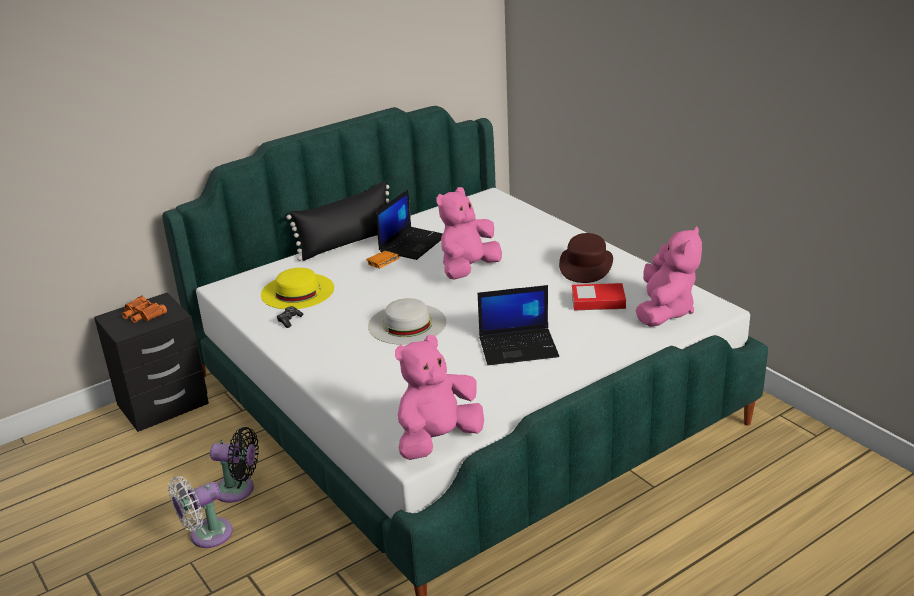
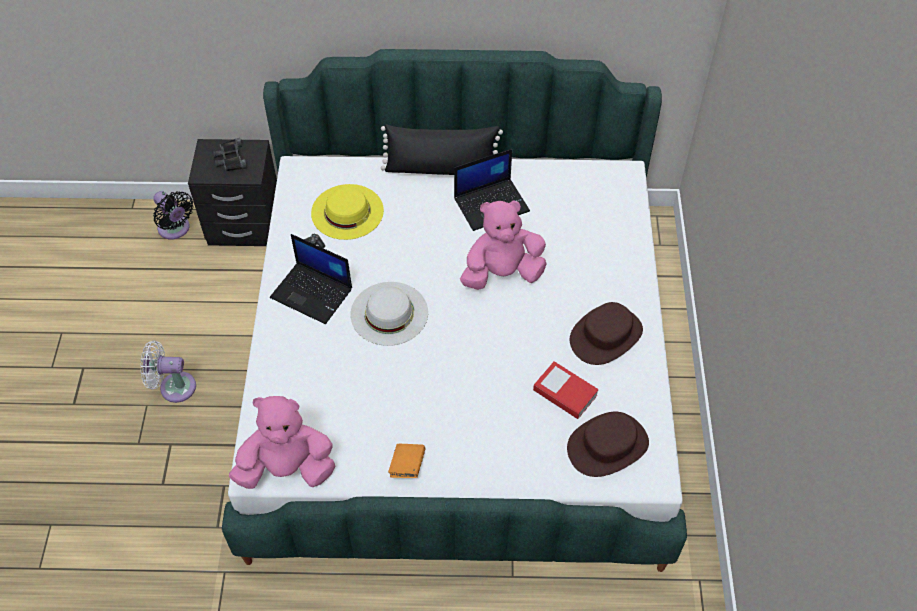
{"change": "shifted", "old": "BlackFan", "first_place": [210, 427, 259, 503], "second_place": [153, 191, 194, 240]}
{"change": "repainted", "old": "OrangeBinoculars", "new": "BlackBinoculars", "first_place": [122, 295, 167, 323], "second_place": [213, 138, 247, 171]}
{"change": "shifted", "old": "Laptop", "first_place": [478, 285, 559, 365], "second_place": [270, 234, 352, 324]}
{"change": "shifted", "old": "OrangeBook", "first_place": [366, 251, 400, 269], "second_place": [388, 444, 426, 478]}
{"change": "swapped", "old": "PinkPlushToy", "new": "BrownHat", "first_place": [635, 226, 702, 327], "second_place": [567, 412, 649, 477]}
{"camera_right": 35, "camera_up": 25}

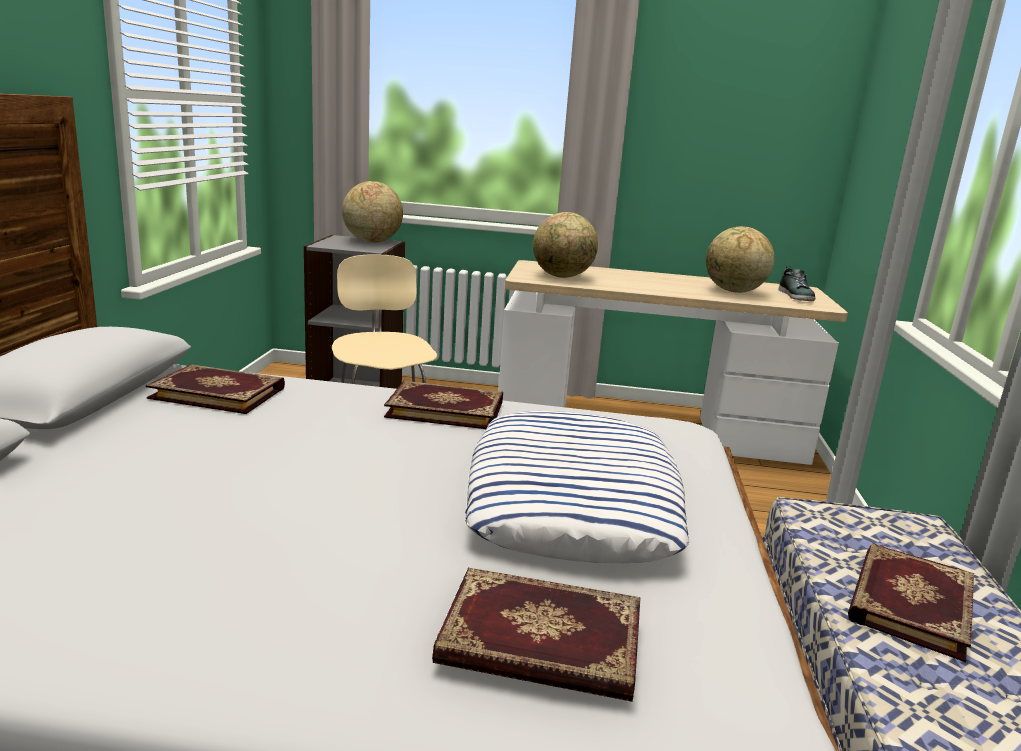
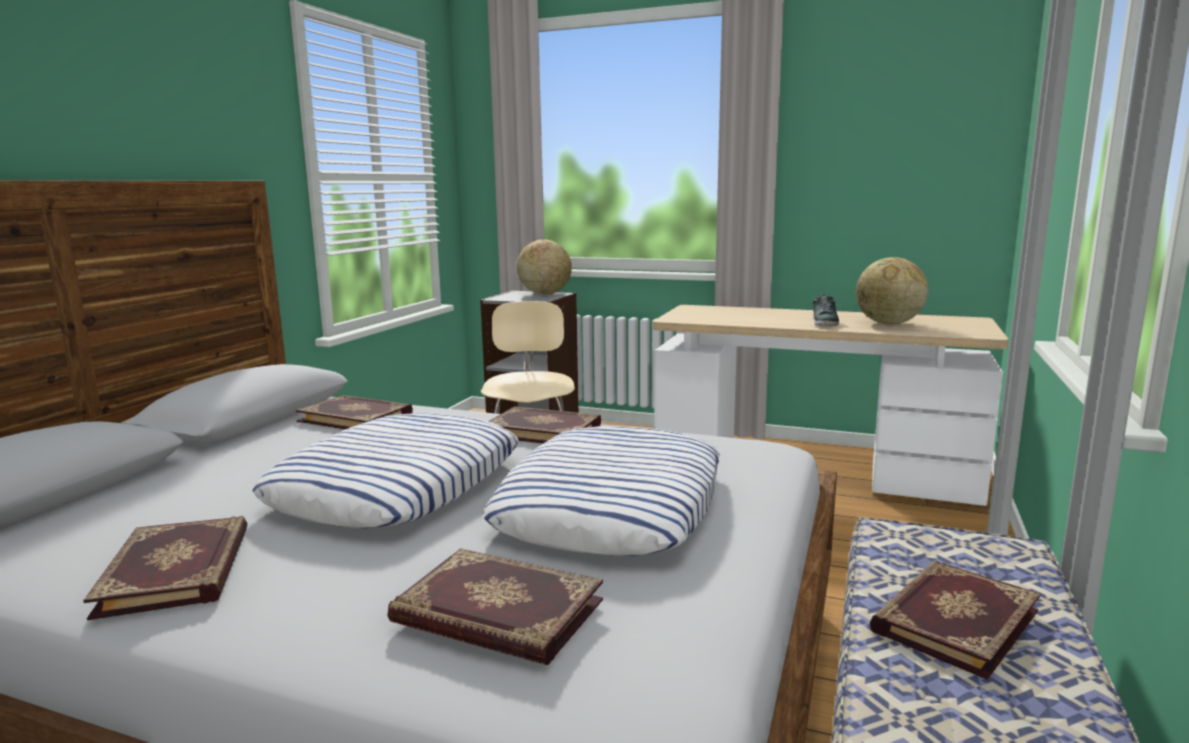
{"change": "new", "new": "Book", "second_place": [83, 516, 248, 620]}
{"change": "new", "new": "Pillow", "second_place": [252, 413, 519, 529]}
{"change": "shifted", "old": "Shoe", "first_place": [778, 266, 815, 301], "second_place": [813, 294, 839, 326]}
{"change": "gone", "old": "Globe", "first_place": [533, 212, 598, 278]}
{"camera_right": 15, "camera_up": -5}

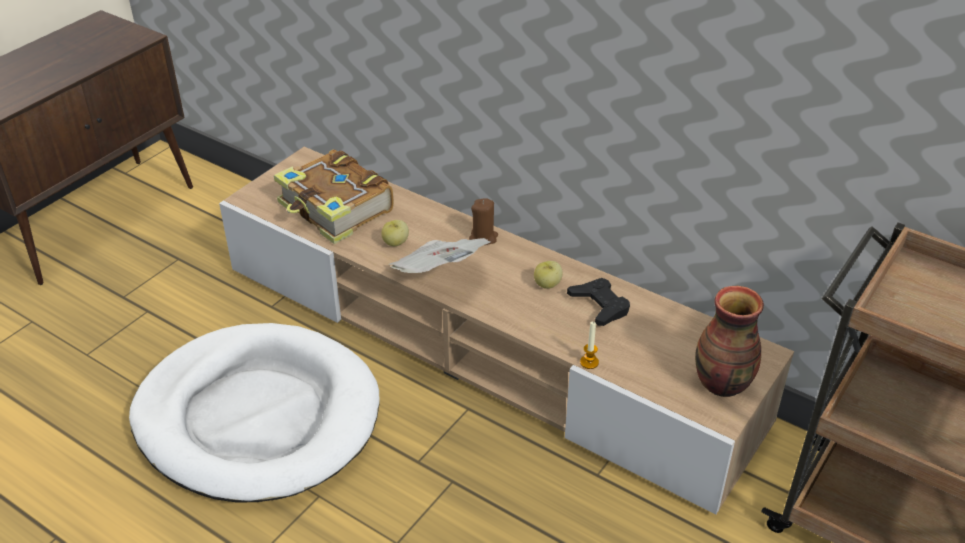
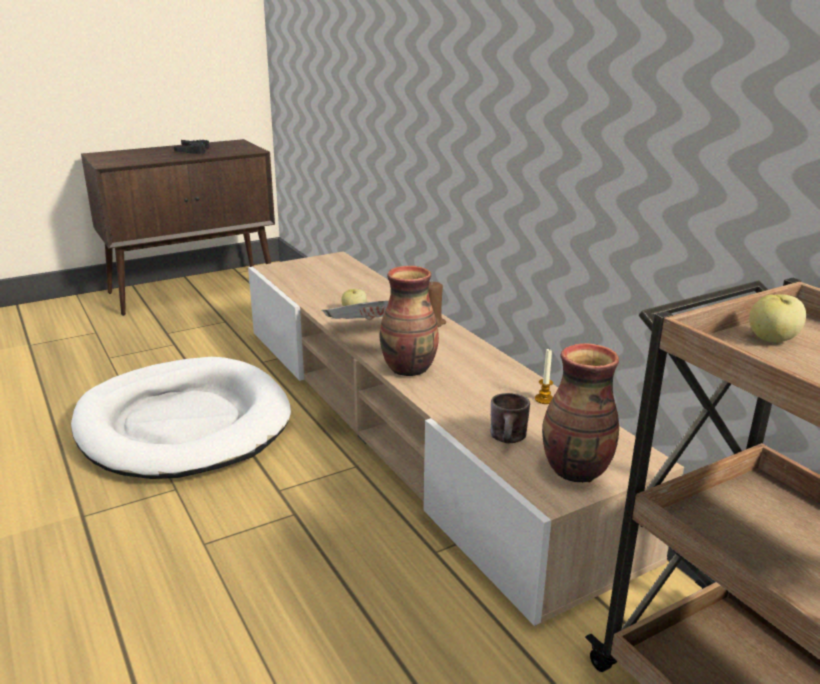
{"change": "shifted", "old": "BlackGameController", "first_place": [567, 278, 630, 326], "second_place": [174, 140, 209, 154]}
{"change": "new", "new": "Vase", "second_place": [380, 266, 439, 376]}
{"change": "new", "new": "BrownMug", "second_place": [490, 393, 530, 443]}
{"change": "shifted", "old": "Candle", "first_place": [580, 322, 599, 369], "second_place": [535, 349, 553, 404]}
{"change": "shifted", "old": "Apple", "first_place": [534, 261, 563, 289], "second_place": [749, 294, 806, 342]}
{"change": "gone", "old": "Book", "first_place": [274, 149, 394, 244]}
{"camera_right": 25, "camera_up": -15}

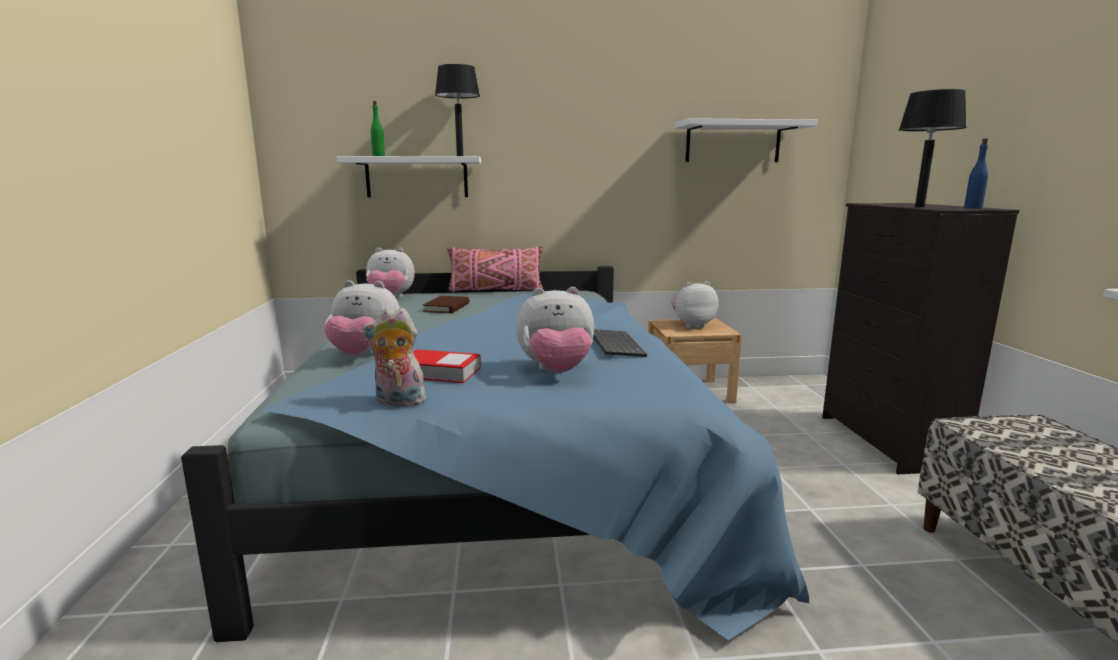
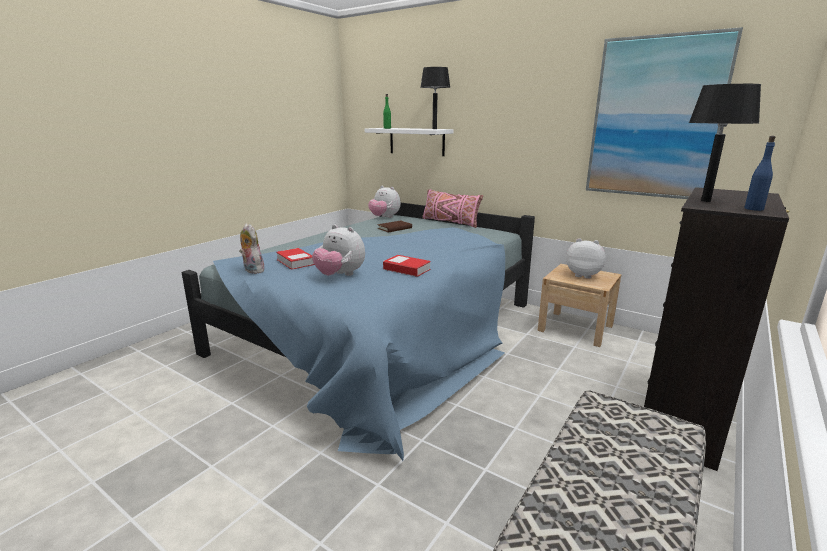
{"change": "swapped", "old": "Keyboard", "new": "Book", "first_place": [593, 329, 647, 357], "second_place": [383, 255, 431, 277]}
{"change": "swapped", "old": "WhiteShelf", "new": "Picture", "first_place": [674, 118, 818, 162], "second_place": [586, 27, 743, 199]}
{"change": "gone", "old": "PlushToy", "first_place": [324, 280, 400, 355]}
{"camera_right": 40, "camera_up": 5}

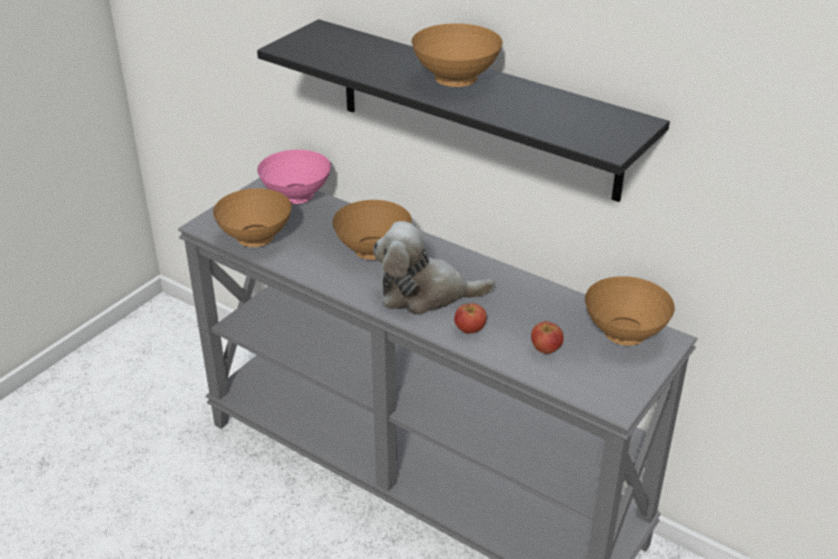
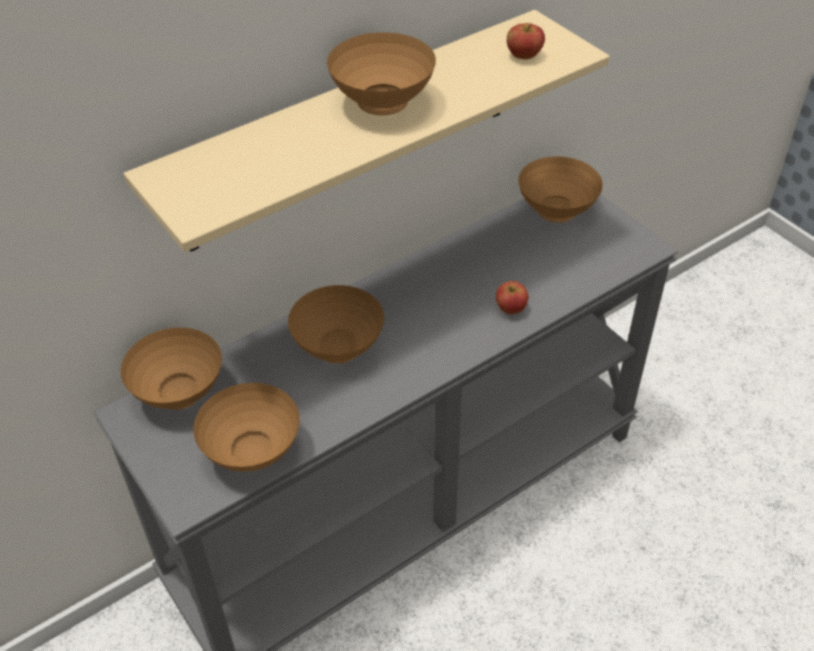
{"change": "repainted", "old": "PinkBowl", "new": "BrownBowl", "first_place": [257, 150, 331, 204], "second_place": [121, 327, 222, 410]}
{"change": "repainted", "old": "BlackShelf", "new": "BeigeShelf", "first_place": [257, 19, 670, 202], "second_place": [123, 10, 610, 252]}
{"change": "shifted", "old": "Apple", "first_place": [531, 321, 564, 354], "second_place": [507, 23, 545, 59]}
{"change": "gone", "old": "PlushToy", "first_place": [373, 221, 495, 315]}
{"camera_right": -70, "camera_up": 10}

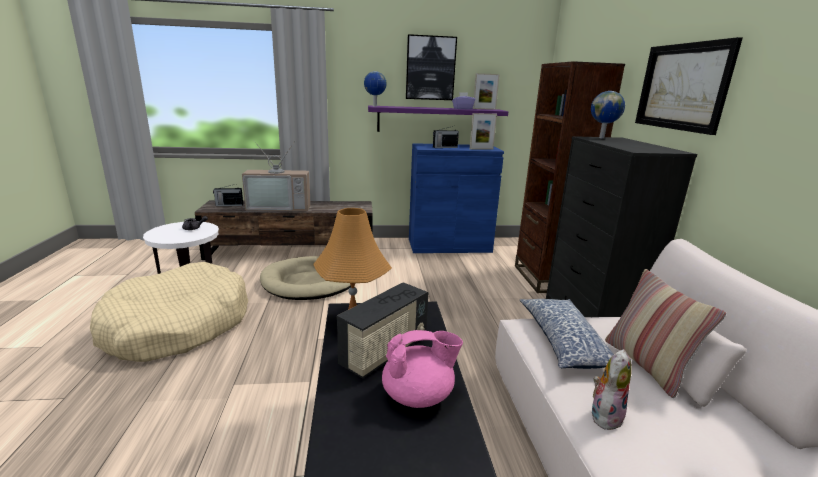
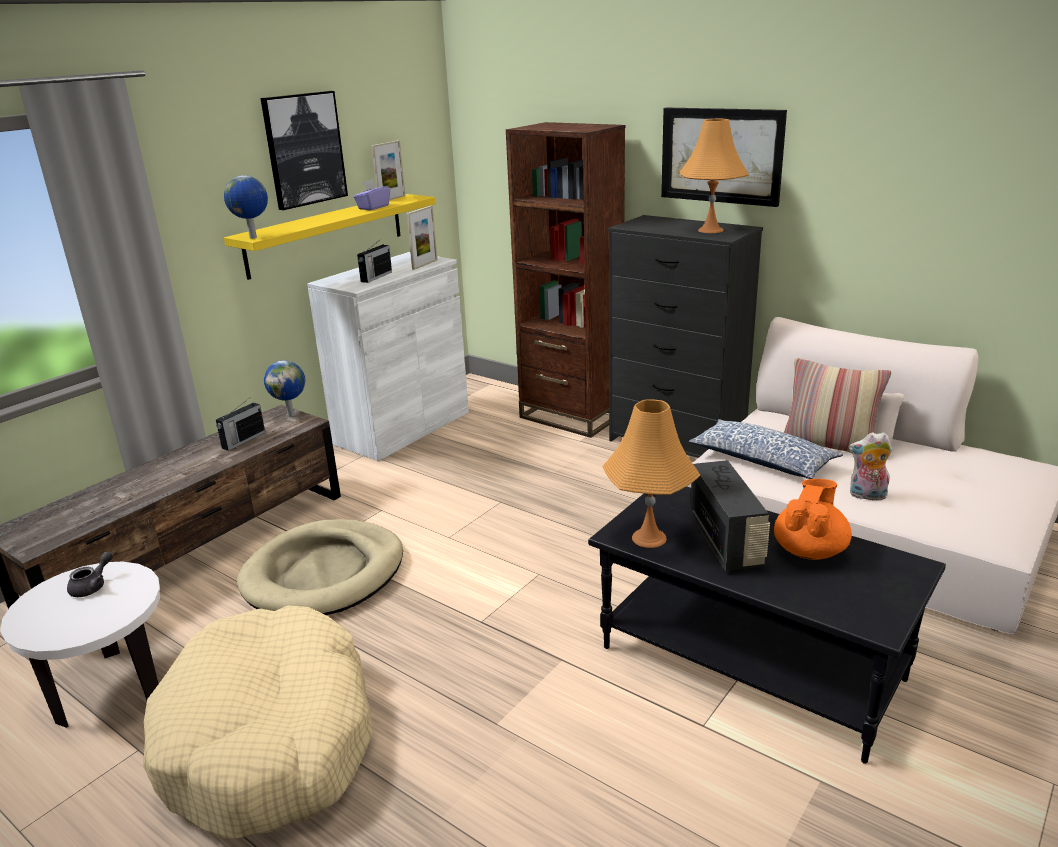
{"change": "shifted", "old": "Radio", "first_place": [213, 184, 243, 206], "second_place": [216, 399, 265, 451]}
{"change": "repainted", "old": "PurpleShelf", "new": "YellowShelf", "first_place": [368, 106, 509, 132], "second_place": [224, 194, 436, 280]}
{"change": "shifted", "old": "Globe", "first_place": [591, 91, 625, 138], "second_place": [264, 360, 305, 417]}
{"change": "repainted", "old": "BlueCabinet", "new": "WhiteCabinet", "first_place": [409, 143, 504, 253], "second_place": [307, 252, 469, 461]}
{"change": "new", "new": "OrangeTableLamp", "second_place": [679, 119, 749, 233]}
{"change": "repainted", "old": "PinkTeapot", "new": "OrangeTeapot", "first_place": [382, 330, 463, 408], "second_place": [774, 479, 852, 560]}
{"change": "rotated", "old": "PlushToy", "first_place": [592, 349, 632, 430], "second_place": [849, 432, 892, 500], "degrees": -75}
{"change": "gone", "old": "Television", "first_place": [242, 140, 311, 211]}
{"camera_right": -45, "camera_up": 5}

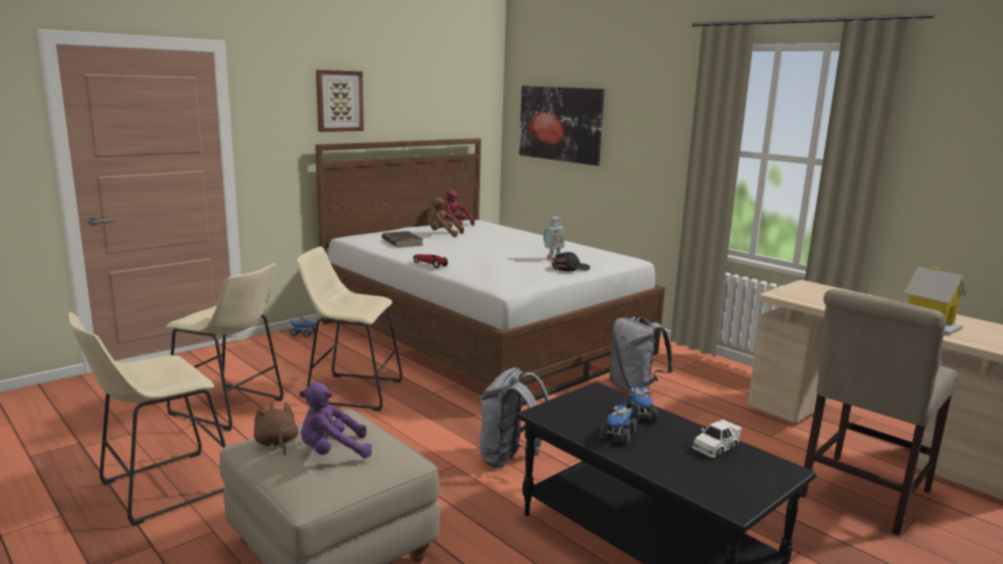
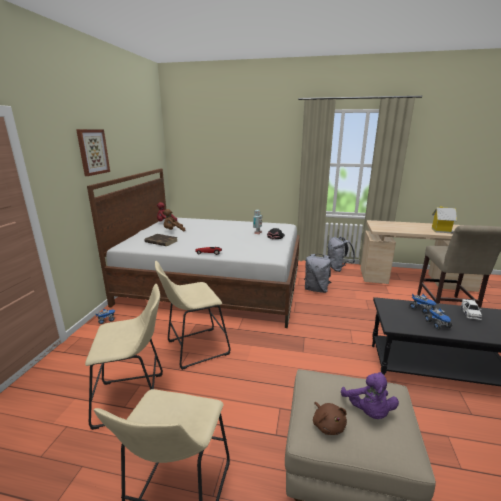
{"change": "rotated", "old": "BrownPlushToy", "first_place": [254, 402, 299, 455], "second_place": [313, 402, 347, 435], "degrees": -135}
{"change": "shifted", "old": "GreyBackpack", "first_place": [480, 367, 550, 468], "second_place": [327, 237, 355, 272]}
{"change": "rotated", "old": "PurplePlushToy", "first_place": [299, 382, 372, 458], "second_place": [341, 372, 399, 419], "degrees": -45}
{"change": "gone", "old": "Picture", "first_place": [519, 86, 605, 166]}
{"camera_right": -35, "camera_up": 5}

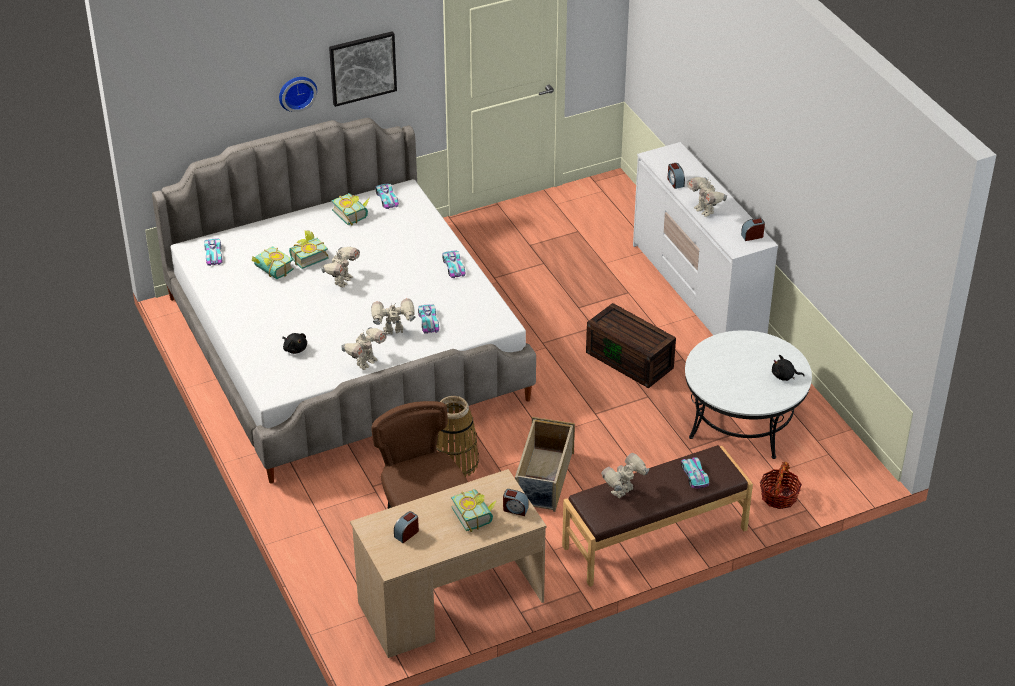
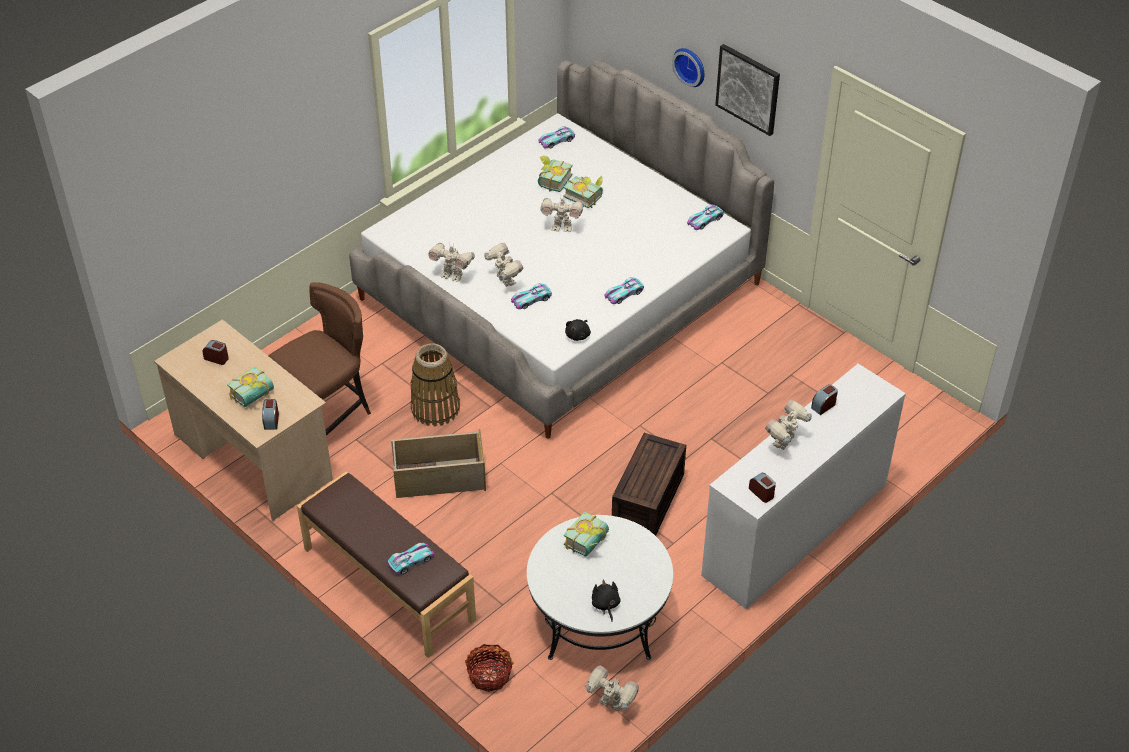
{"change": "shifted", "old": "Book", "first_place": [331, 193, 369, 226], "second_place": [564, 511, 609, 557]}
{"change": "shifted", "old": "BlackPlushToy", "first_place": [282, 333, 307, 354], "second_place": [565, 319, 591, 341]}
{"change": "shifted", "old": "ToyRobot", "first_place": [601, 453, 649, 498], "second_place": [585, 665, 639, 712]}
{"camera_right": 70, "camera_up": 5}

